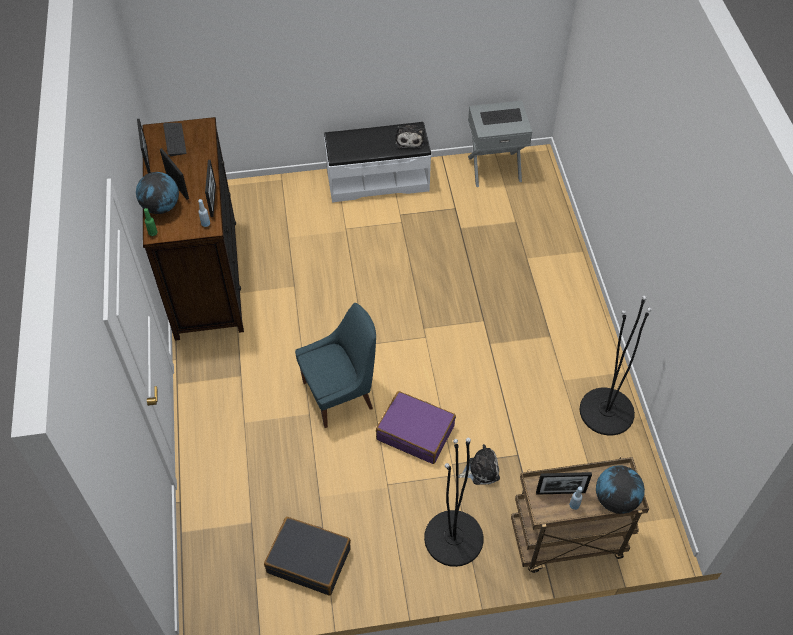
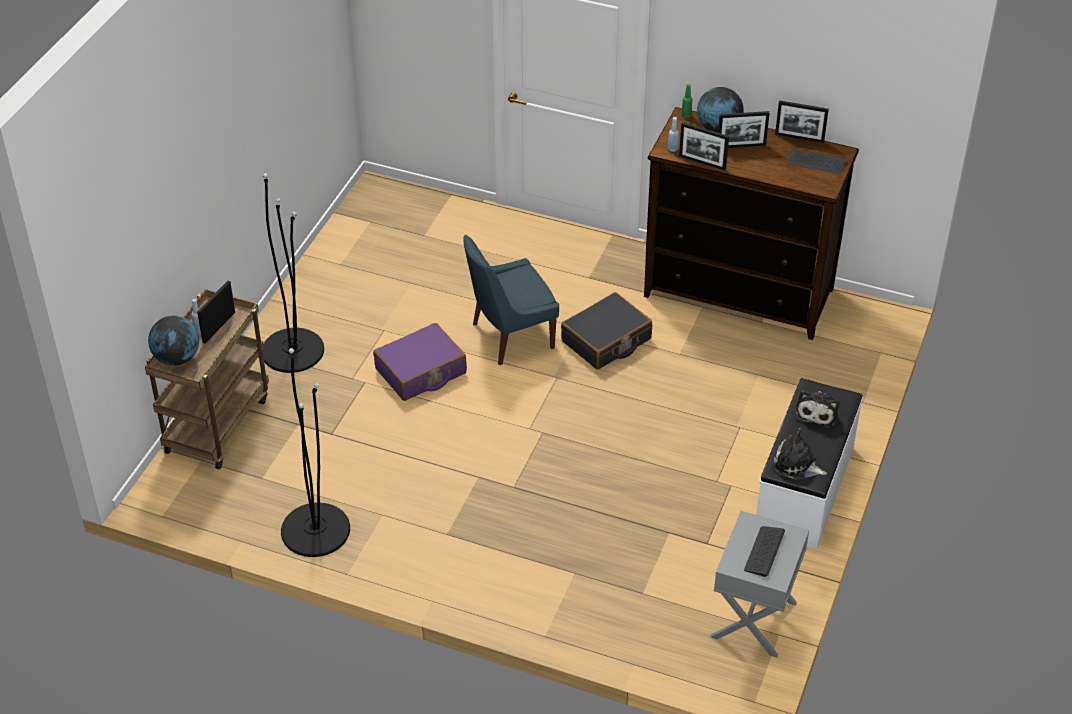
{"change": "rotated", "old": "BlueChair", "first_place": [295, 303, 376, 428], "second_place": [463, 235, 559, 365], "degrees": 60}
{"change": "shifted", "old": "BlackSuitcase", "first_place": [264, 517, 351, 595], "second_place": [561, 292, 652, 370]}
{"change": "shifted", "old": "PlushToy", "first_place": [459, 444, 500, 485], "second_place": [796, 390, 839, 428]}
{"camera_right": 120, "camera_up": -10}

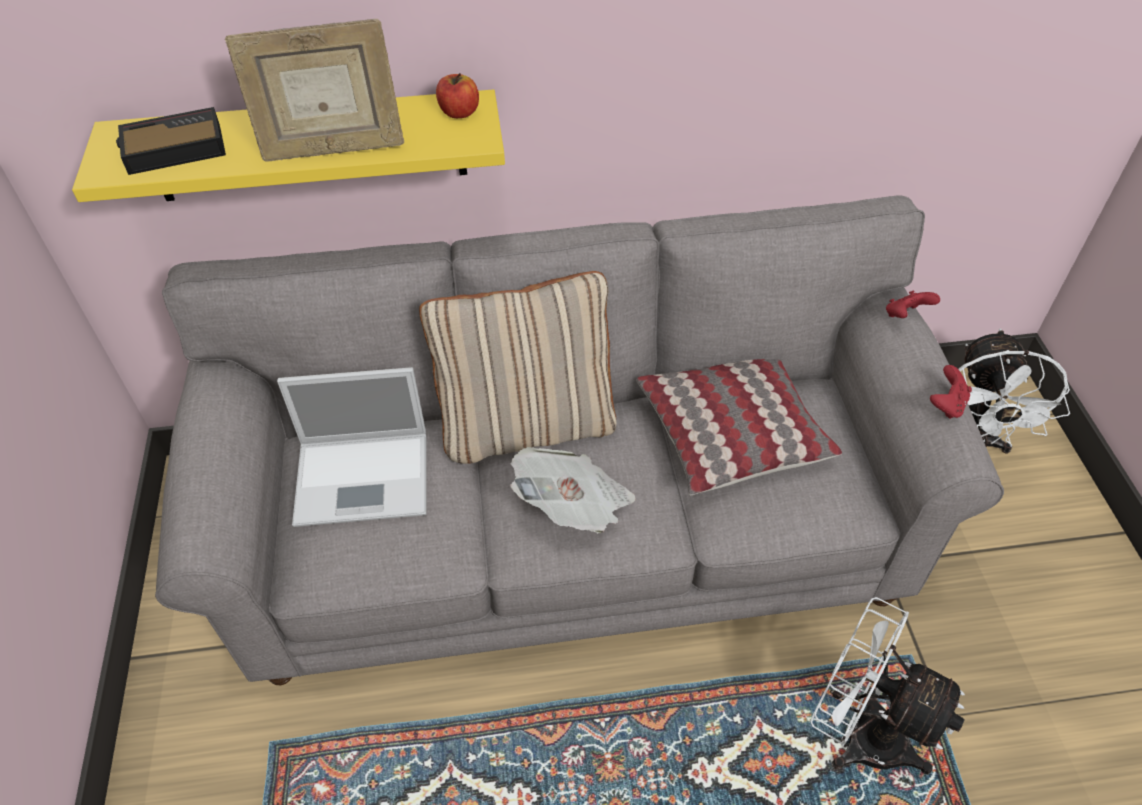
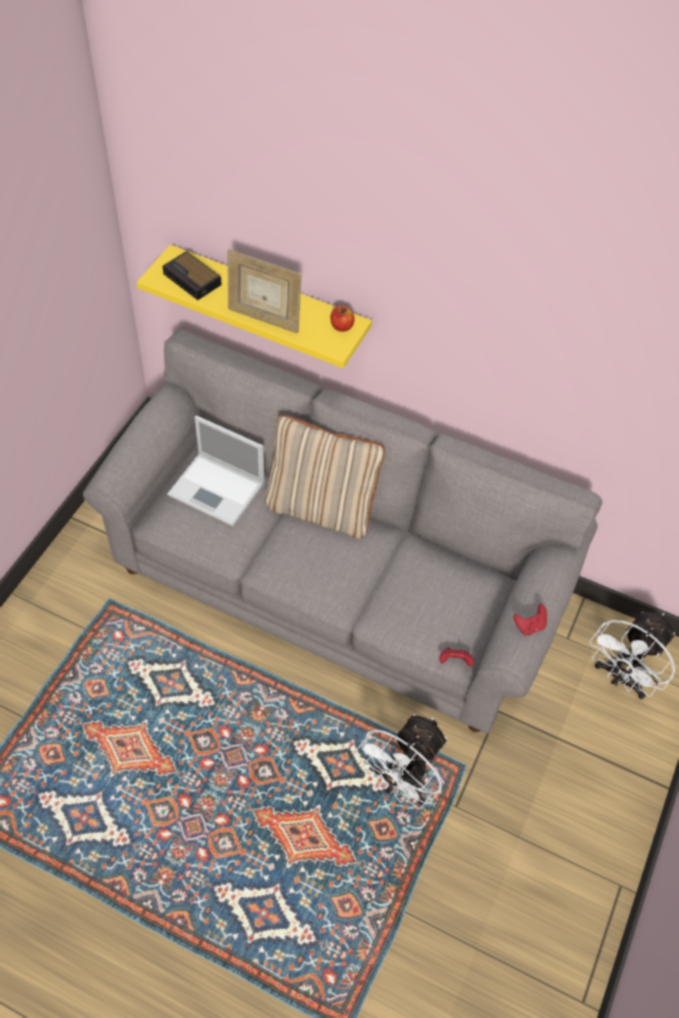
{"change": "rotated", "old": "AlarmClock", "first_place": [116, 107, 226, 175], "second_place": [163, 251, 222, 300], "degrees": -150}
{"change": "rotated", "old": "WhiteFan", "first_place": [811, 597, 965, 775], "second_place": [355, 714, 448, 809], "degrees": -120}
{"change": "shifted", "old": "RedGameController", "first_place": [886, 291, 940, 318], "second_place": [439, 647, 474, 666]}
{"change": "gone", "old": "Newspaper", "first_place": [510, 447, 636, 533]}
{"change": "gone", "old": "Pillow", "first_place": [637, 359, 842, 496]}
{"camera_right": 30, "camera_up": 5}

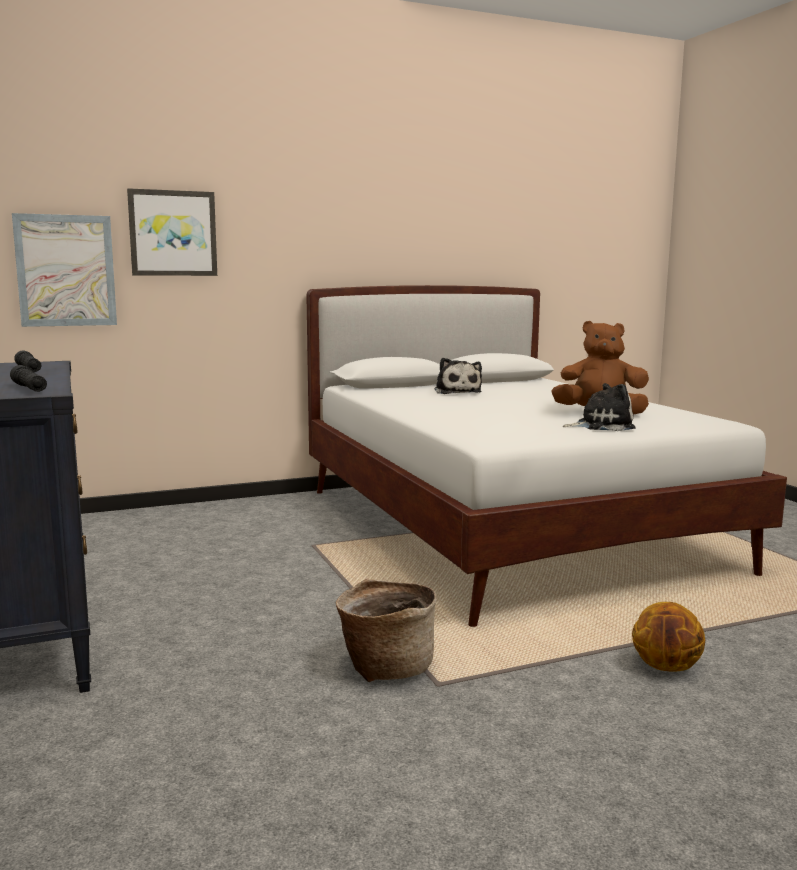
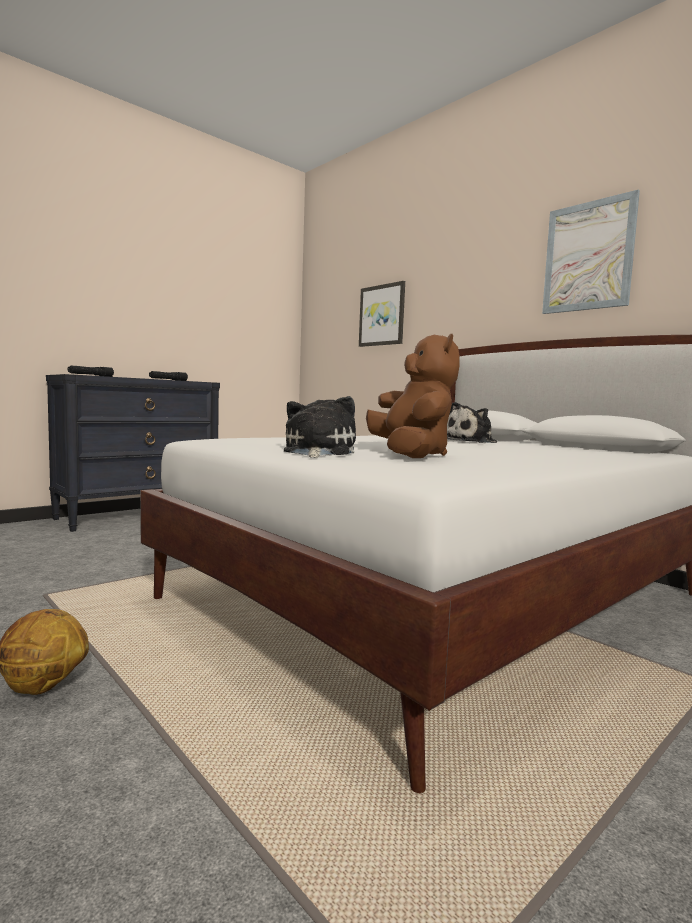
{"change": "rotated", "old": "PlushToy", "first_place": [562, 383, 636, 431], "second_place": [284, 396, 356, 458], "degrees": -150}
{"change": "shifted", "old": "Picture", "first_place": [12, 213, 117, 327], "second_place": [542, 190, 640, 314]}
{"change": "gone", "old": "Basket", "first_place": [336, 579, 437, 682]}
{"camera_right": 70, "camera_up": -5}

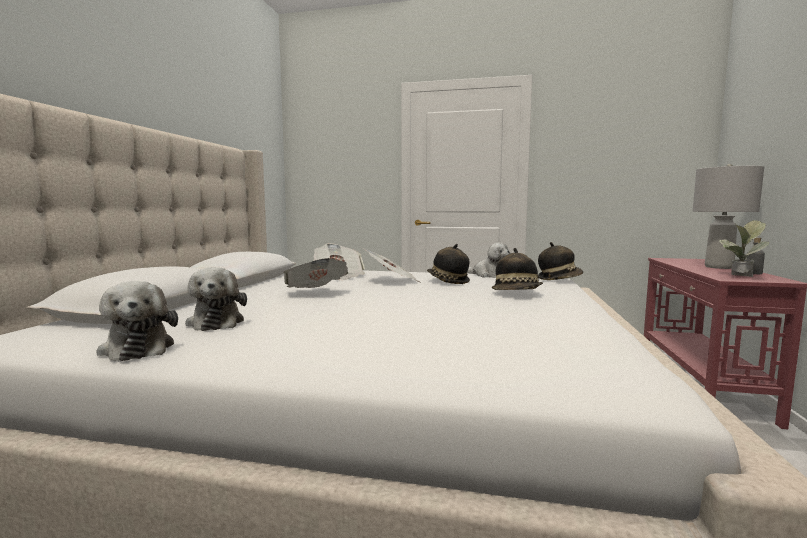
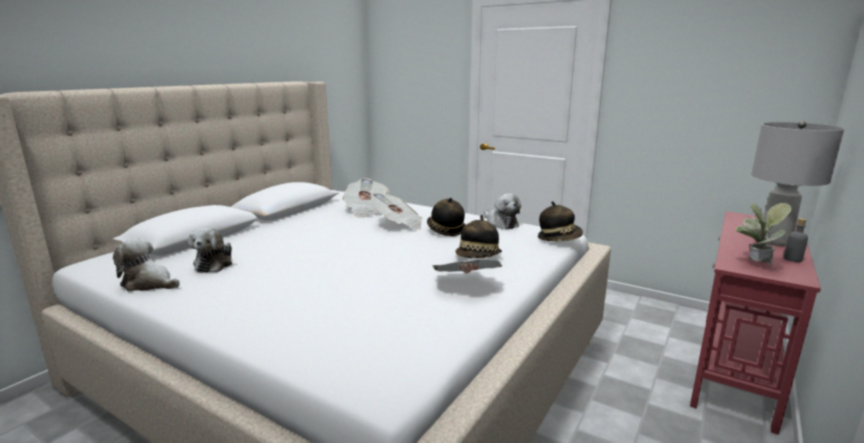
{"change": "rotated", "old": "PlushToy", "first_place": [96, 281, 178, 361], "second_place": [113, 238, 180, 291], "degrees": 120}
{"change": "shifted", "old": "Newspaper", "first_place": [284, 258, 349, 288], "second_place": [432, 260, 502, 273]}
{"camera_right": 20, "camera_up": 10}

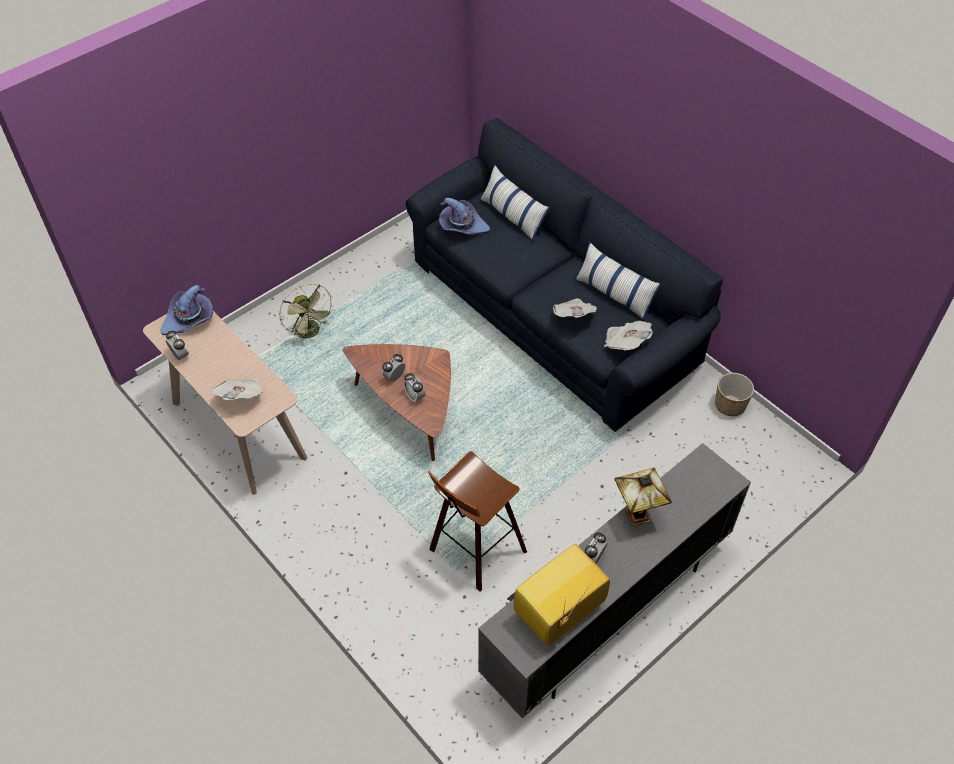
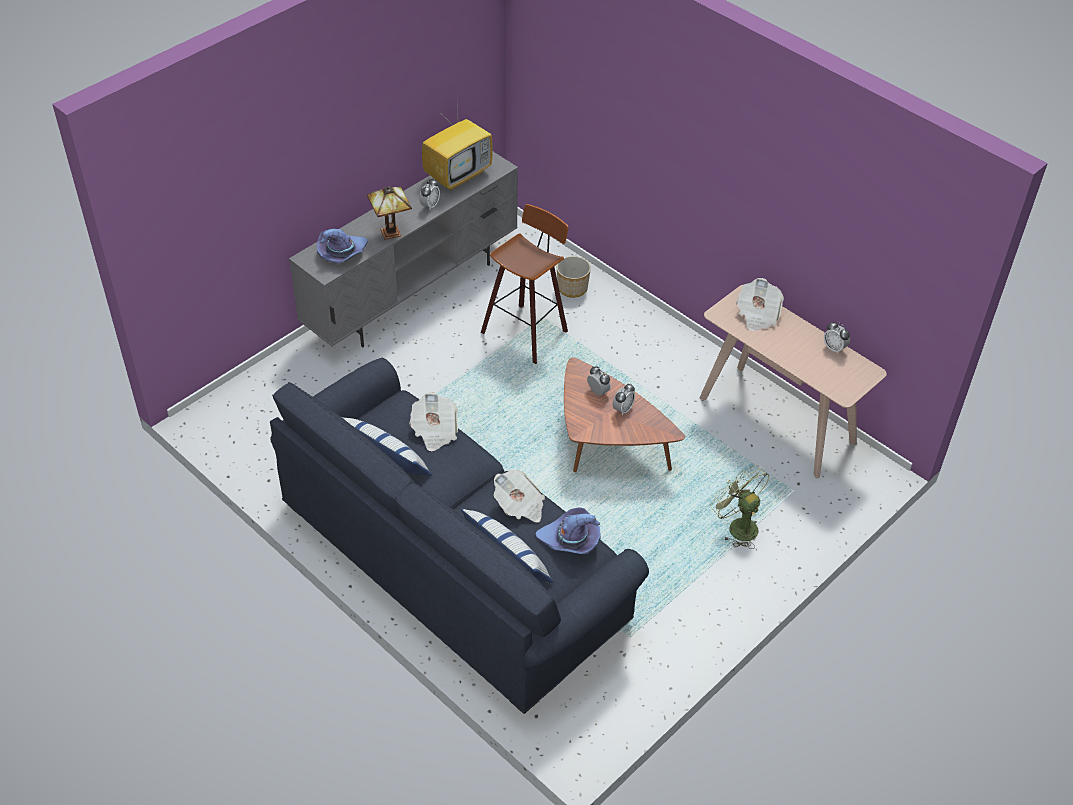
{"change": "shifted", "old": "PurpleHat", "first_place": [160, 285, 213, 335], "second_place": [317, 229, 368, 264]}
{"change": "shifted", "old": "Newspaper", "first_place": [604, 320, 653, 350], "second_place": [494, 470, 545, 523]}
{"change": "shifted", "old": "Planter", "first_place": [715, 373, 754, 416], "second_place": [557, 256, 591, 298]}
{"camera_right": 175, "camera_up": -5}

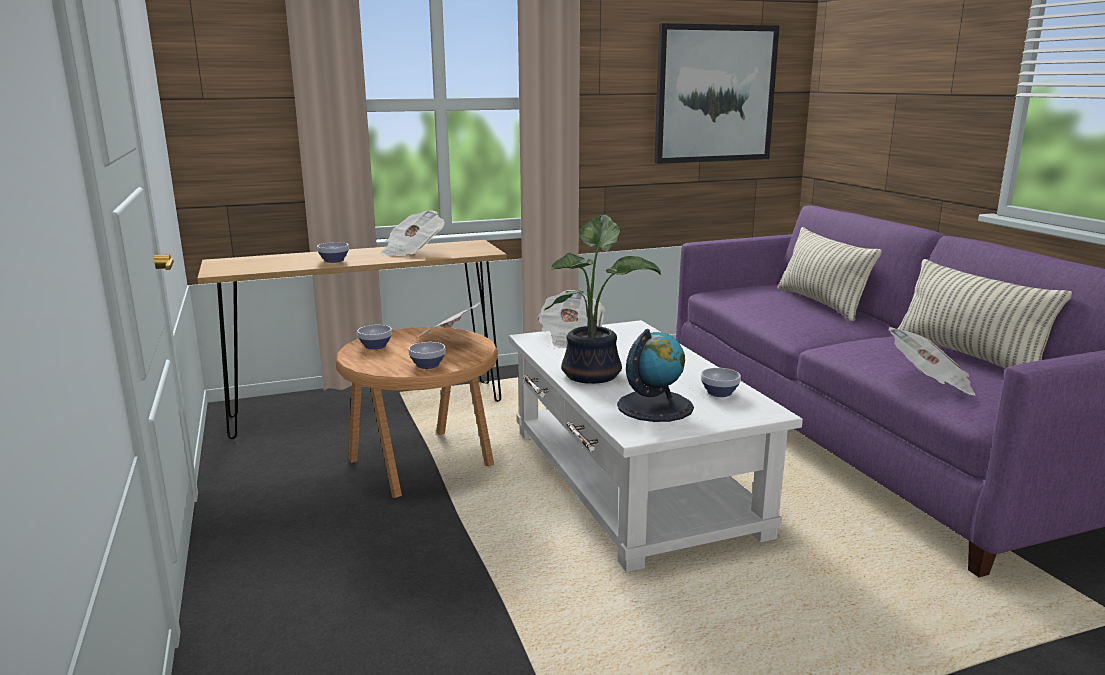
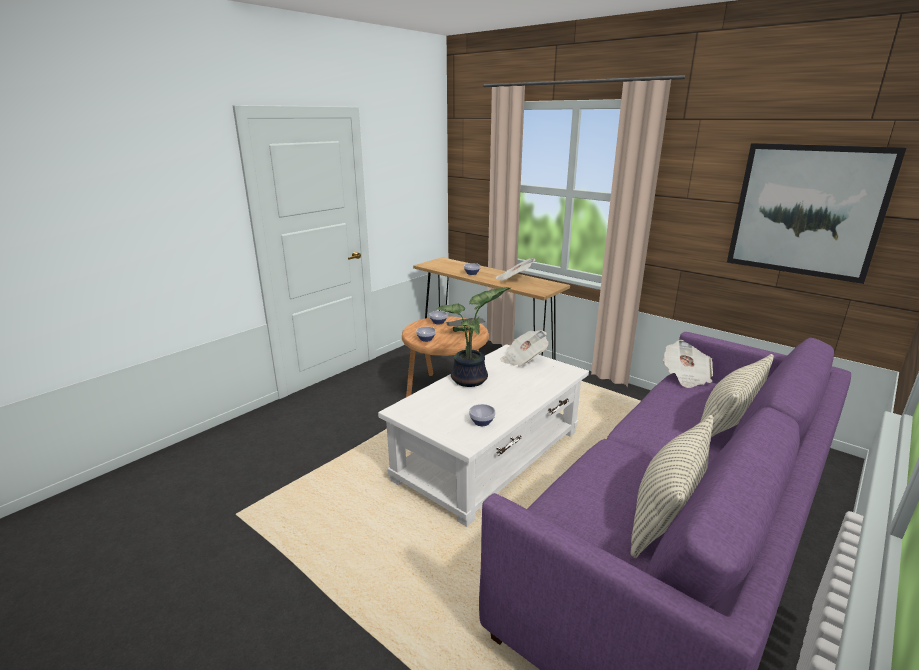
{"change": "shifted", "old": "Newspaper", "first_place": [889, 327, 976, 396], "second_place": [663, 340, 713, 388]}
{"change": "gone", "old": "Globe", "first_place": [617, 329, 694, 422]}
{"camera_right": 60, "camera_up": 5}

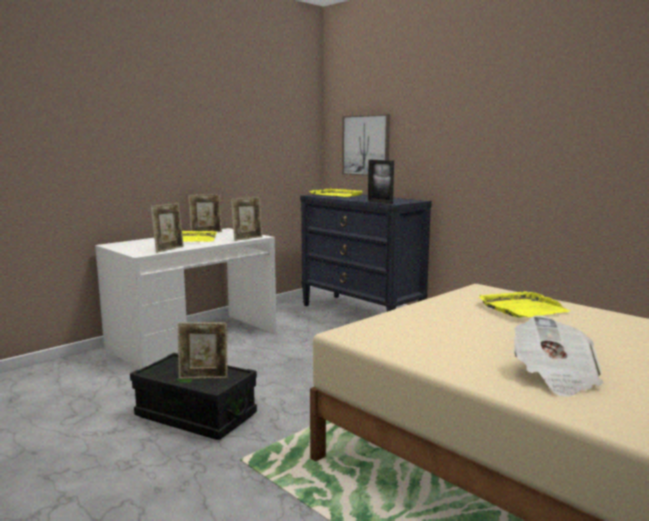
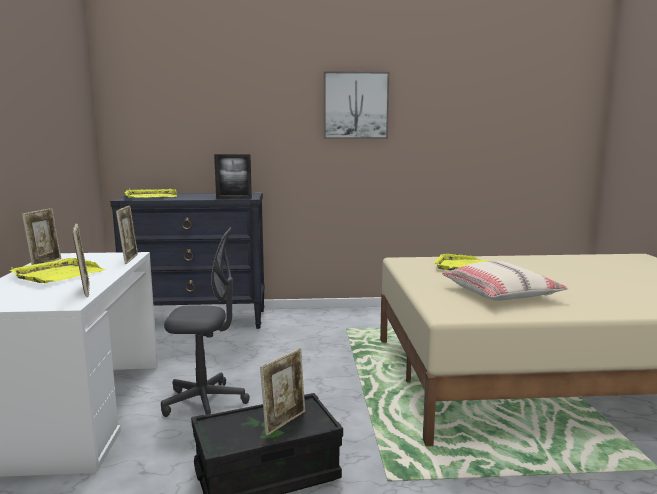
{"change": "new", "new": "GreyOfficeChair", "second_place": [161, 227, 250, 417]}
{"change": "shifted", "old": "Picture", "first_place": [342, 114, 390, 176], "second_place": [324, 71, 389, 139]}
{"change": "new", "new": "BeigePillow", "second_place": [442, 261, 568, 301]}
{"change": "gone", "old": "Newspaper", "first_place": [514, 315, 603, 397]}
{"camera_right": -50, "camera_up": 0}

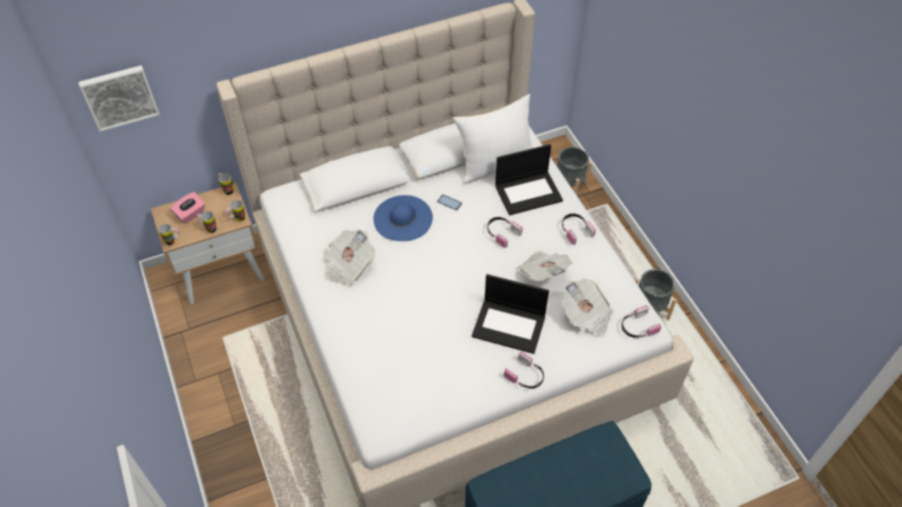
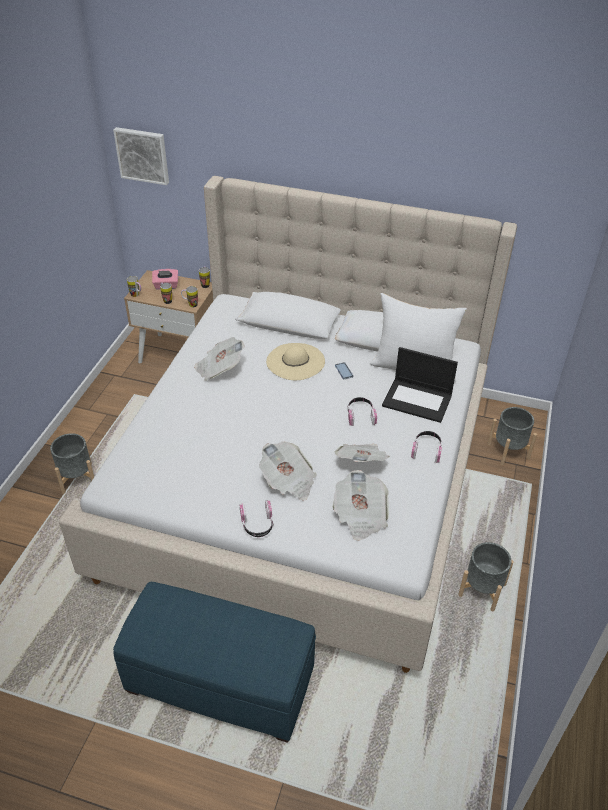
{"change": "new", "new": "GreyPlanter", "second_place": [50, 433, 94, 494]}
{"change": "swapped", "old": "Laptop", "new": "Newspaper", "first_place": [472, 274, 549, 354], "second_place": [259, 442, 317, 501]}
{"change": "repainted", "old": "BlueHat", "new": "BeigeHat", "first_place": [373, 195, 433, 241], "second_place": [266, 343, 325, 380]}
{"change": "gone", "old": "Headphones", "first_place": [622, 305, 661, 338]}
{"camera_right": 40, "camera_up": -10}

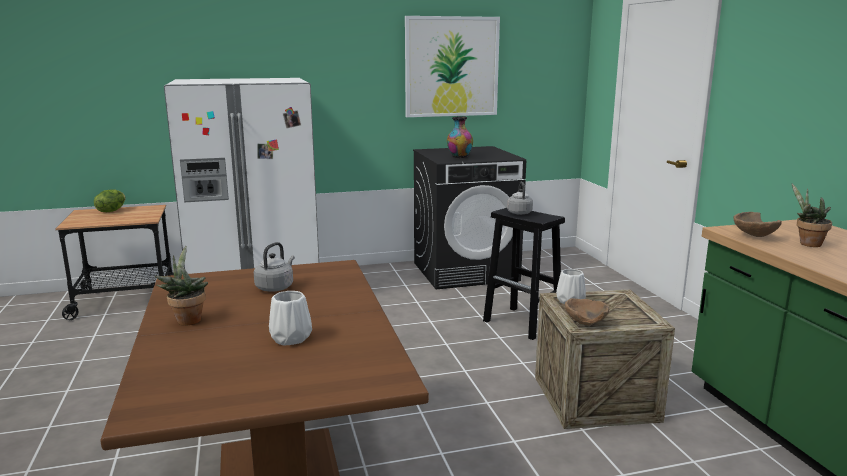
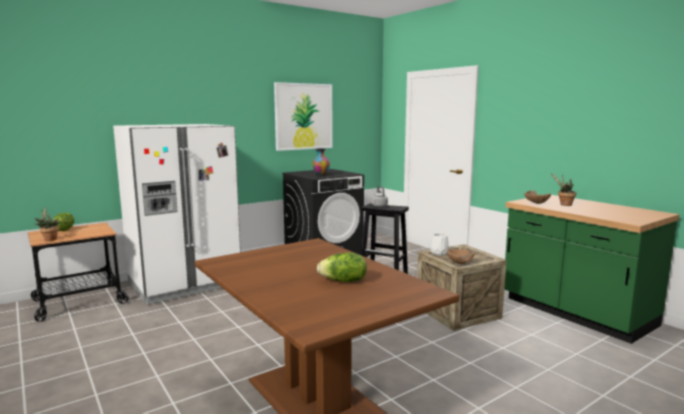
{"change": "shifted", "old": "PottedPlant", "first_place": [155, 246, 208, 326], "second_place": [34, 207, 60, 241]}
{"change": "swapped", "old": "WhiteVase", "new": "Lettuce", "first_place": [269, 291, 312, 345], "second_place": [317, 253, 367, 282]}
{"change": "gone", "old": "GreyKettle", "first_place": [254, 242, 295, 292]}
{"camera_right": -20, "camera_up": -5}

